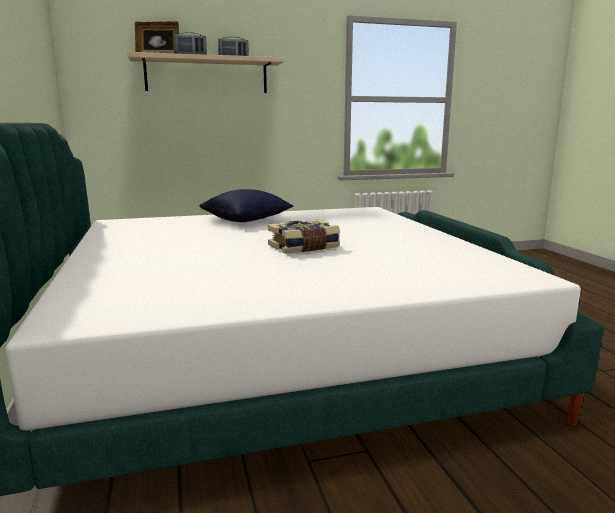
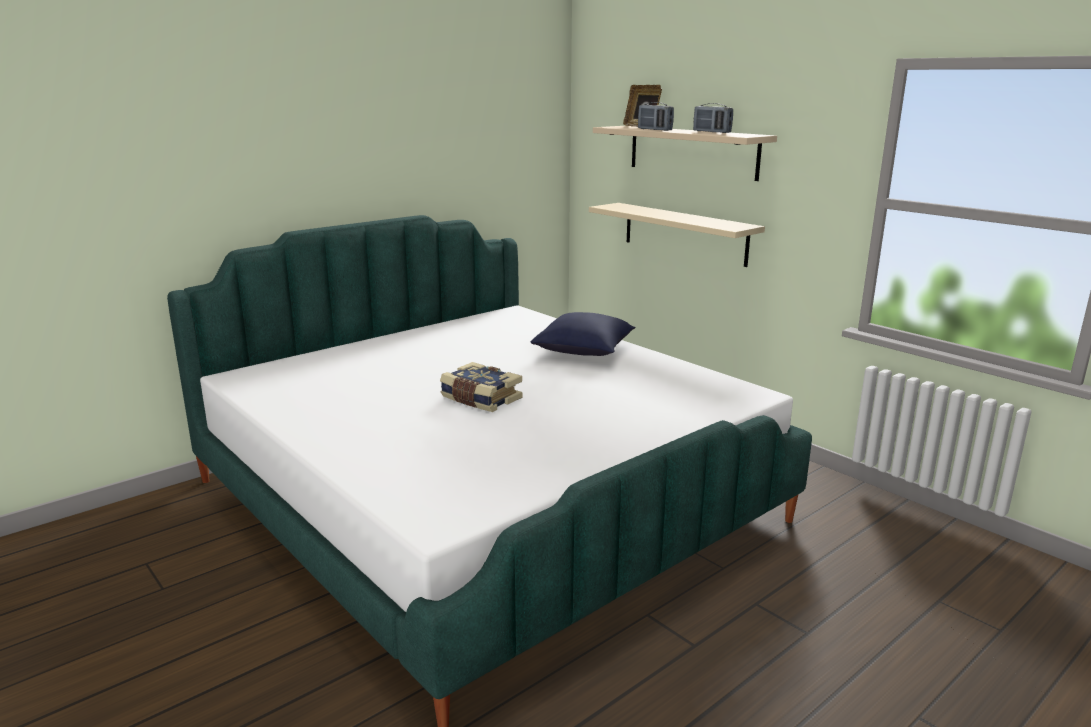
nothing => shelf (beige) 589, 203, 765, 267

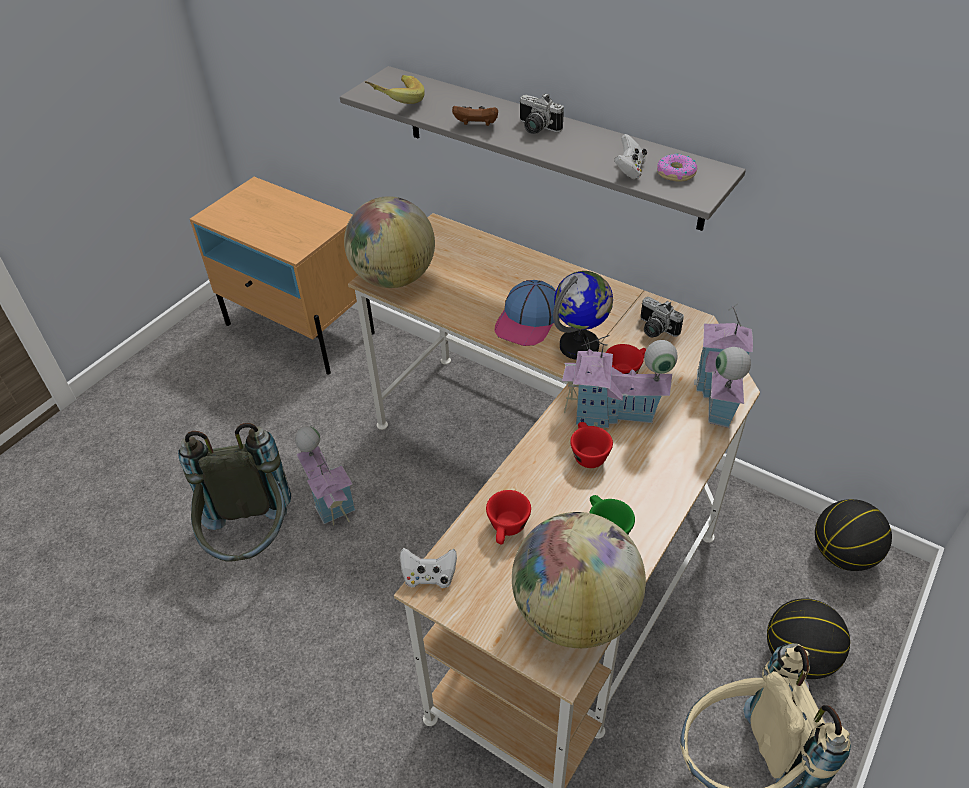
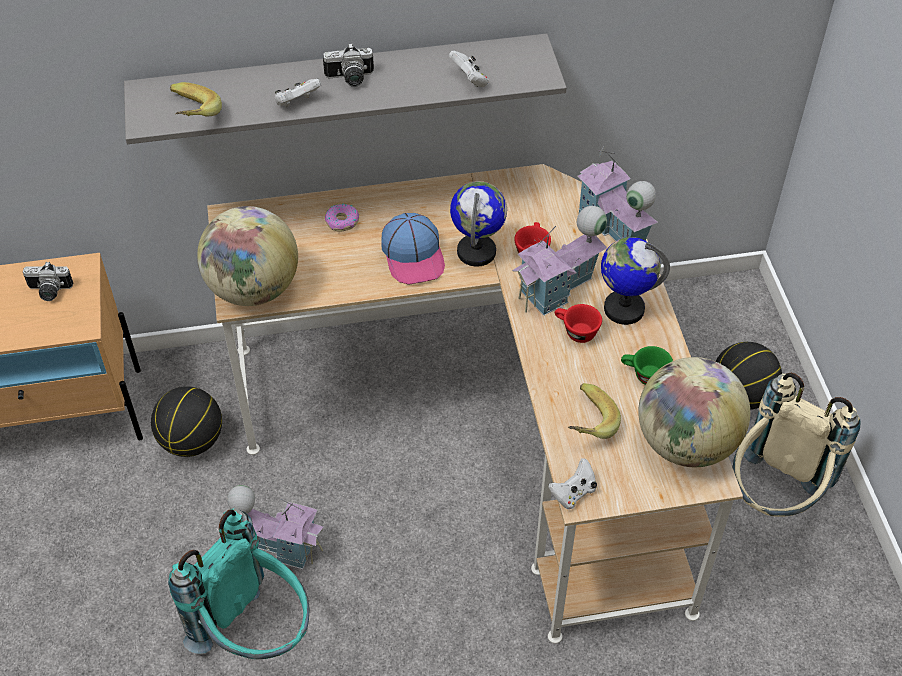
backpack (grey) 178, 423, 291, 562 => backpack (turquoise) 168, 508, 309, 659
game controller (brown) 452, 106, 498, 126 => game controller (white) 275, 79, 321, 107
cup (red) 486, 490, 531, 544 => banana 569, 383, 621, 439
photo camera 641, 297, 684, 337 => photo camera 23, 262, 73, 301, moved
donut 657, 154, 697, 182 => donut 325, 203, 359, 232, moved
basketball 815, 499, 892, 571 => basketball 151, 386, 222, 457, moved
nothing => globe 601, 237, 670, 325

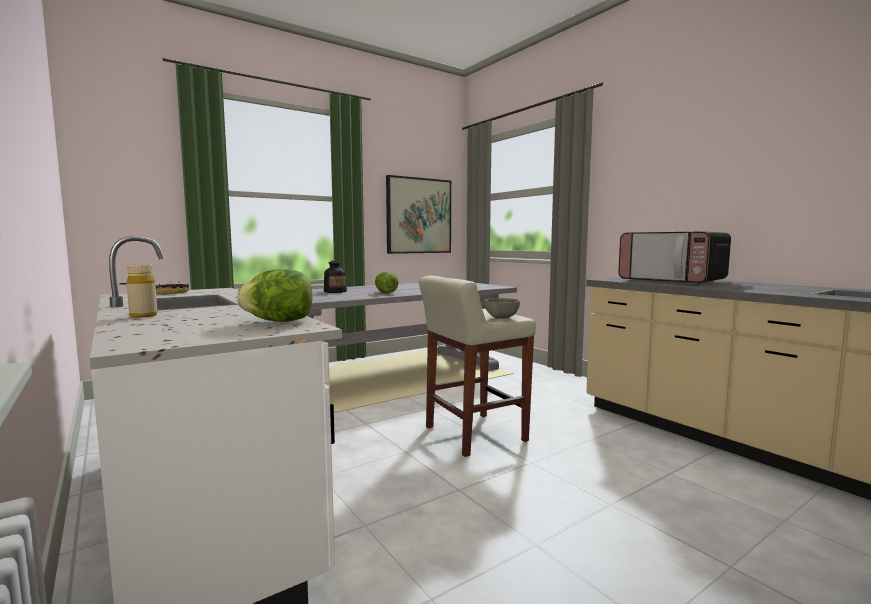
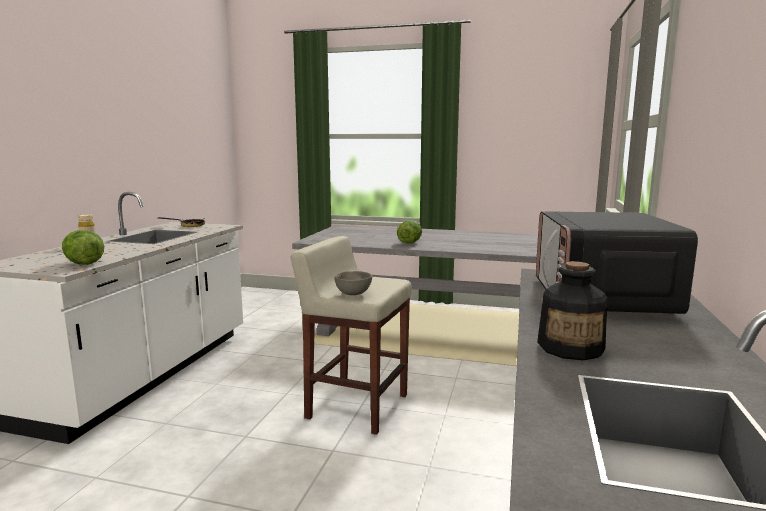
bottle 324, 260, 347, 293 => bottle 537, 261, 607, 360, moved
picture 386, 175, 451, 254 => nothing

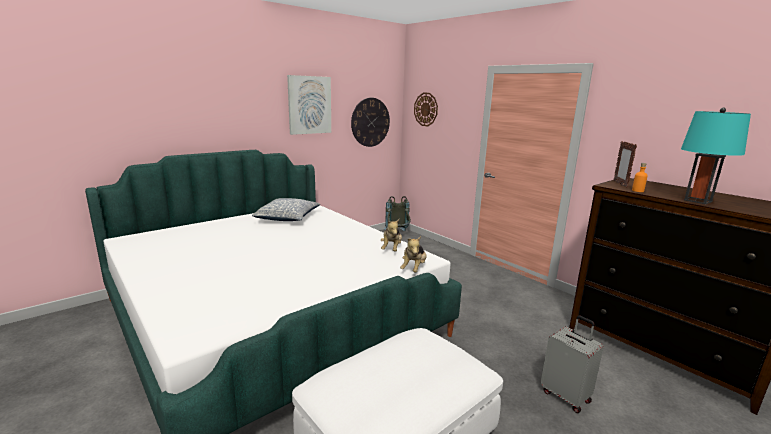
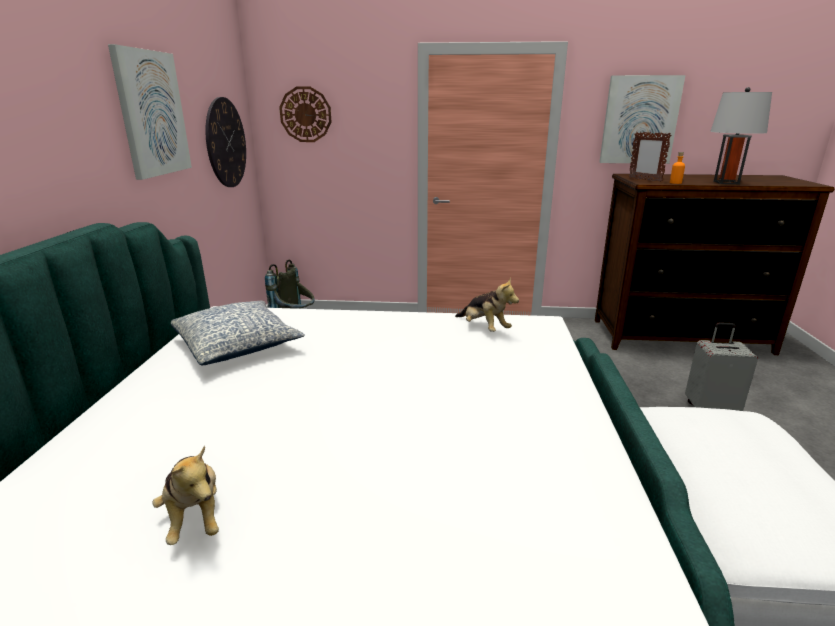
plush toy 400, 236, 427, 273 => plush toy 152, 445, 219, 545, moved
table lamp (turquoise) 681, 108, 751, 204 => table lamp (grey) 710, 87, 772, 184
nothing => picture 599, 75, 686, 164

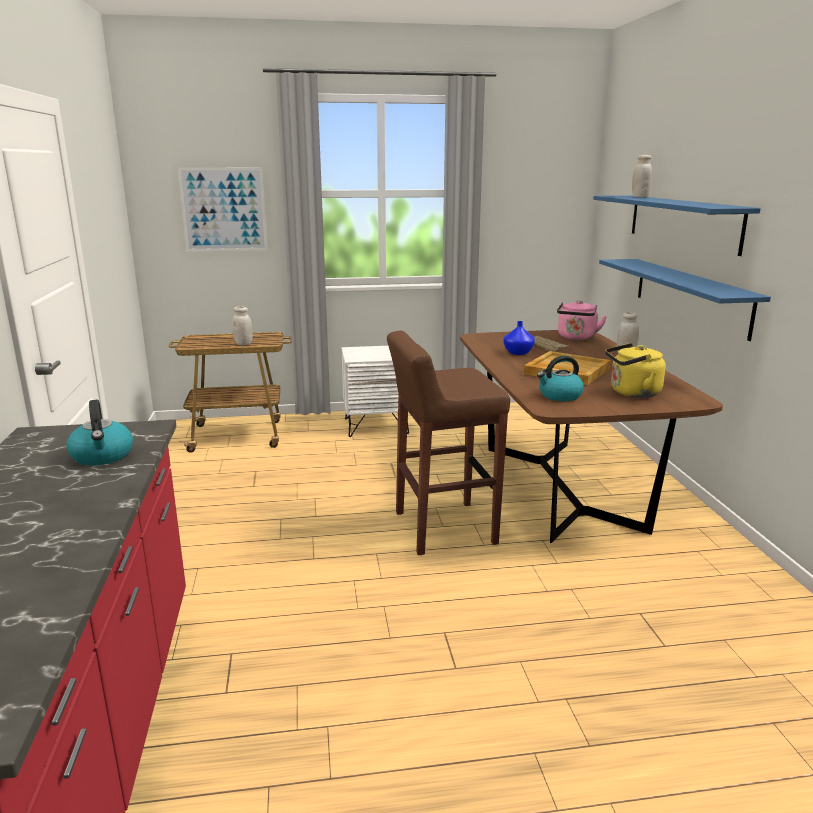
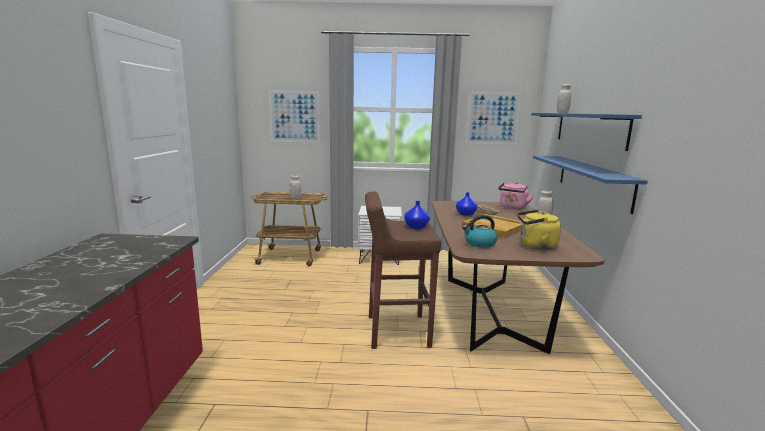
kettle 66, 400, 133, 465 => nothing
nothing => vase (blue) 404, 201, 430, 229
nothing => picture 466, 92, 521, 144

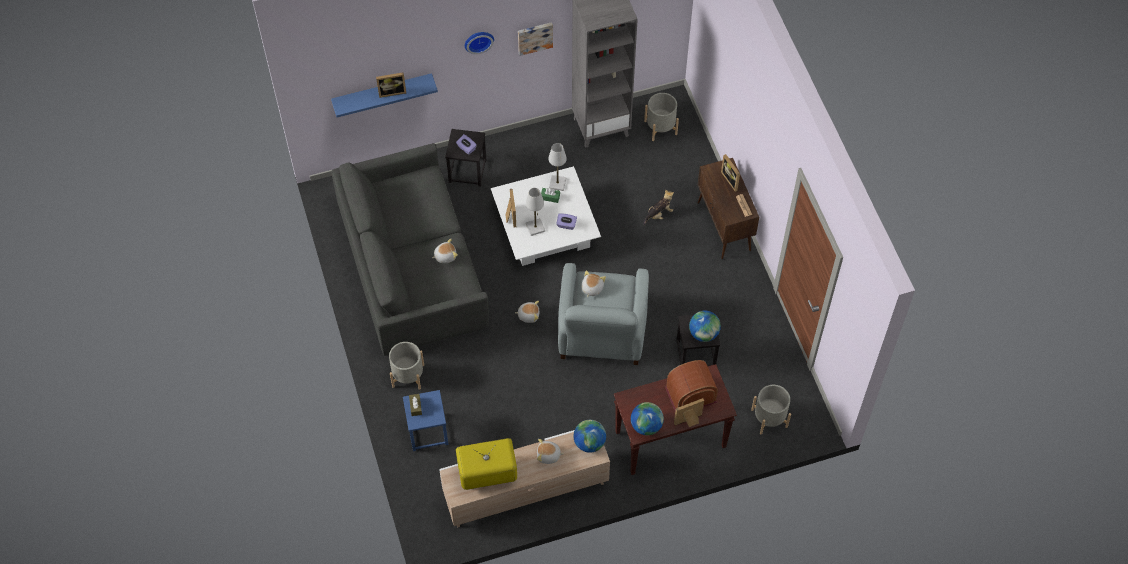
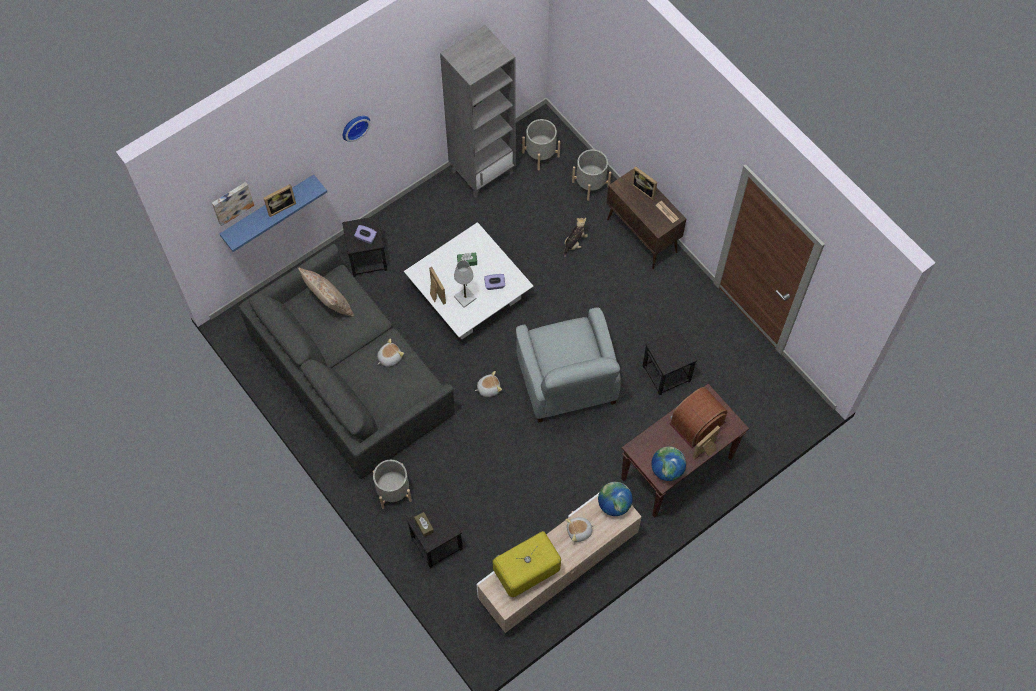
stool (blue) 403, 390, 448, 451 => stool (black) 407, 500, 463, 568
picture 518, 22, 553, 56 => picture 212, 182, 254, 226, moved
table lamp (white) 548, 143, 567, 191 => nothing
plush toy 581, 270, 606, 298 => nothing
globe 689, 311, 721, 342 => nothing
planter (grey) 751, 385, 791, 434 => planter (grey) 572, 149, 611, 201, moved
nothing => pillow (beige) 298, 268, 355, 317

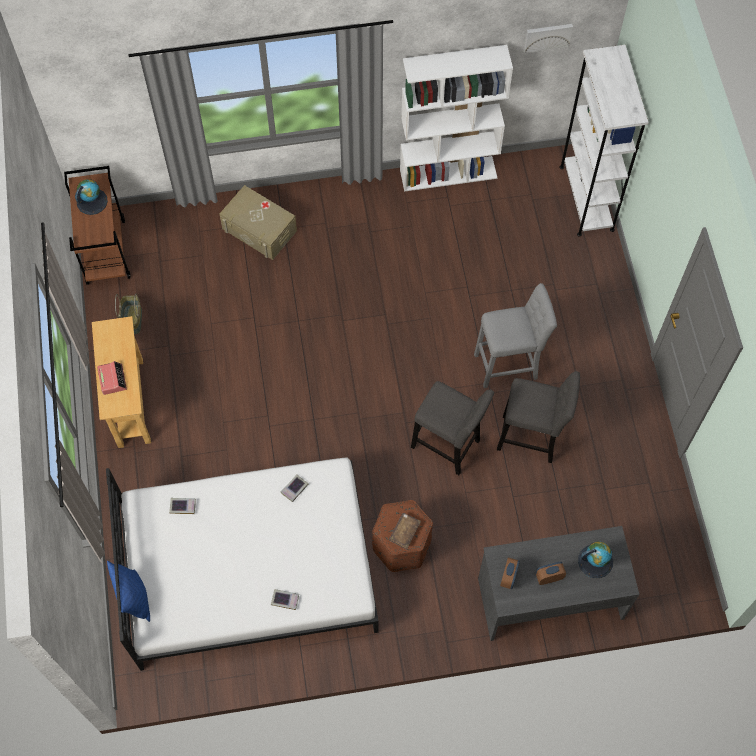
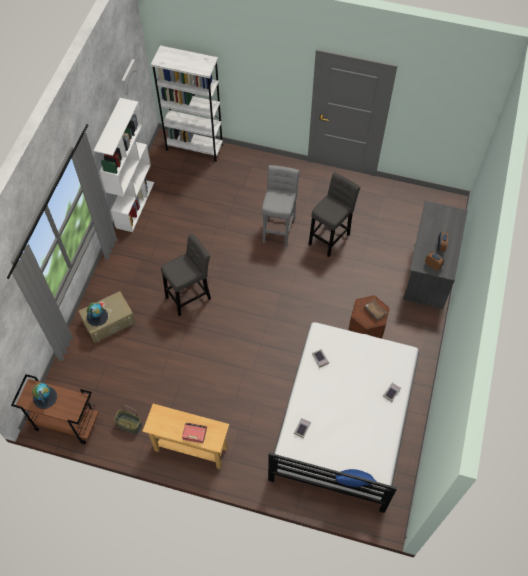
stool (grey) 411, 381, 494, 475 => stool (grey) 161, 234, 211, 316, moved
globe 578, 541, 613, 578 => globe 86, 302, 108, 326, moved

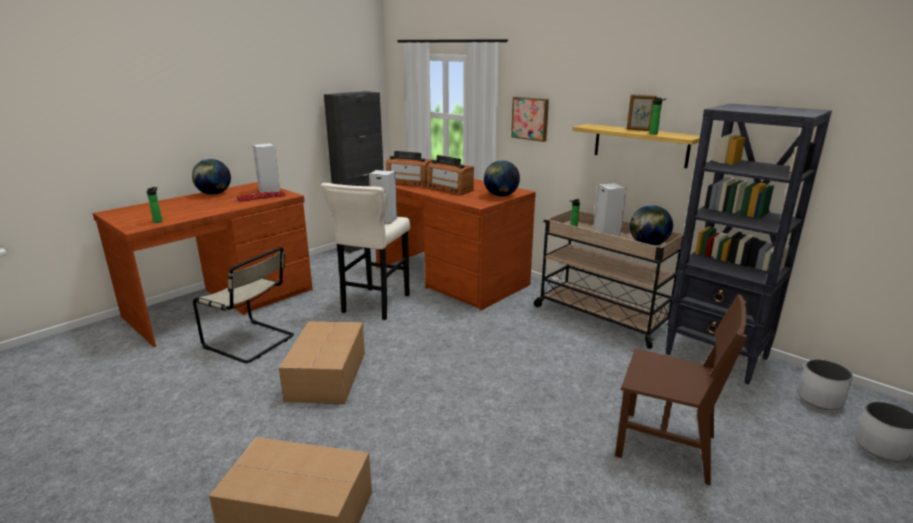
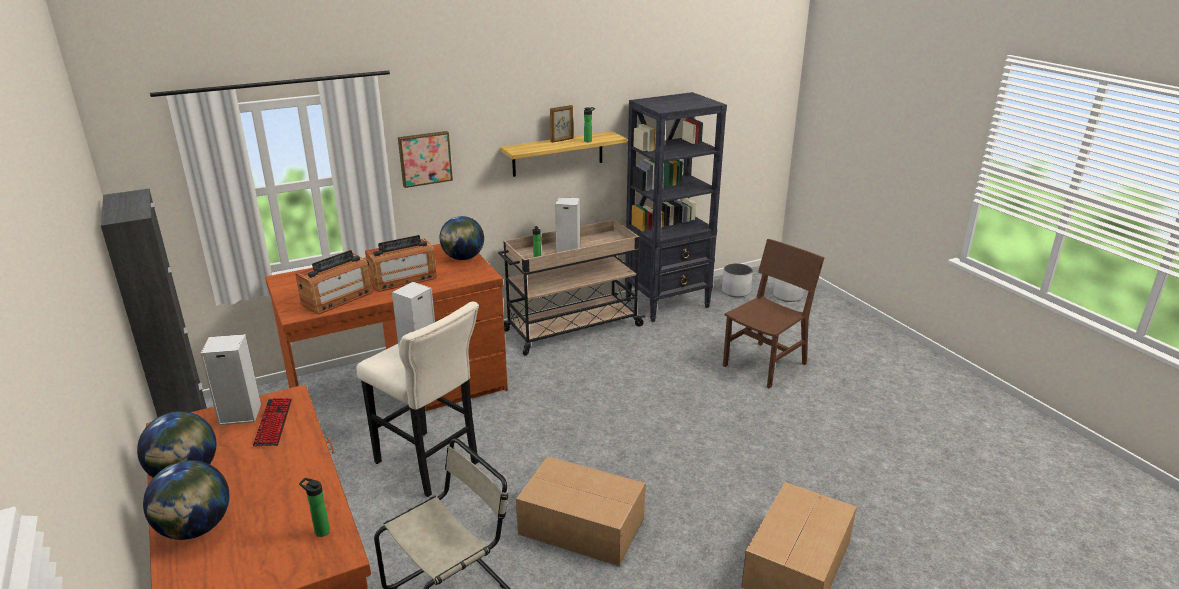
globe 630, 205, 673, 246 => globe 143, 460, 229, 540, moved

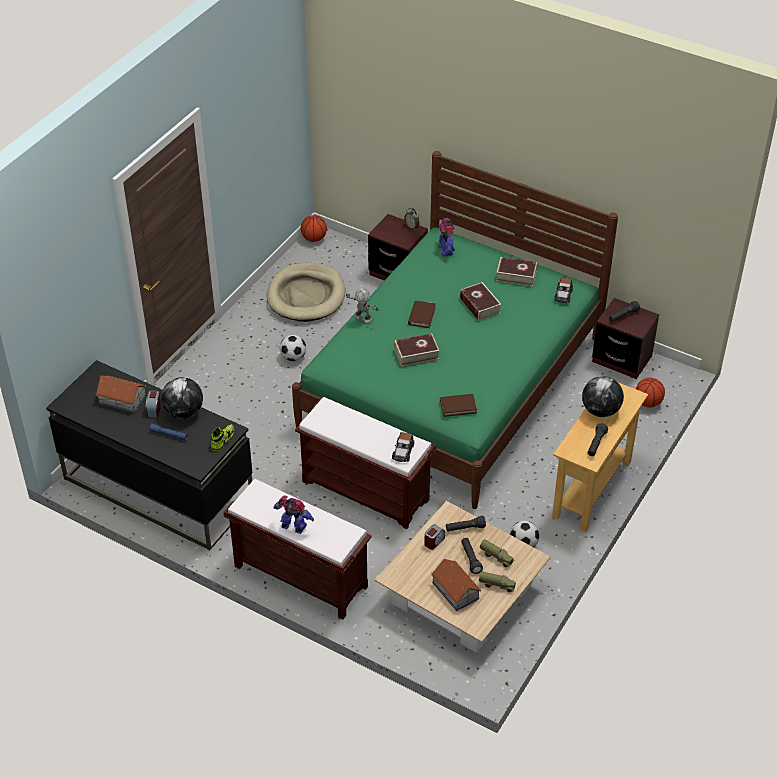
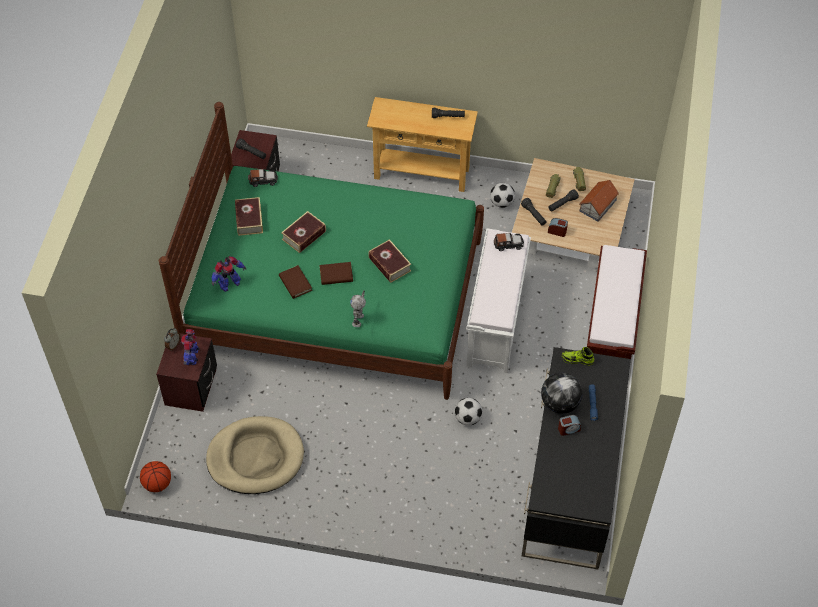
toy house 95, 376, 146, 413 => nothing
toy robot 274, 496, 314, 534 => toy robot 181, 329, 200, 365, moved
football 280, 335, 306, 361 => football 455, 398, 482, 426, moved
bench (brown) 295, 396, 436, 529 => bench (white) 466, 228, 531, 373
book (brown) 440, 394, 477, 417 => book (brown) 279, 265, 312, 299, moved
globe 582, 376, 624, 417 => nothing
basketball 636, 378, 665, 407 => nothing

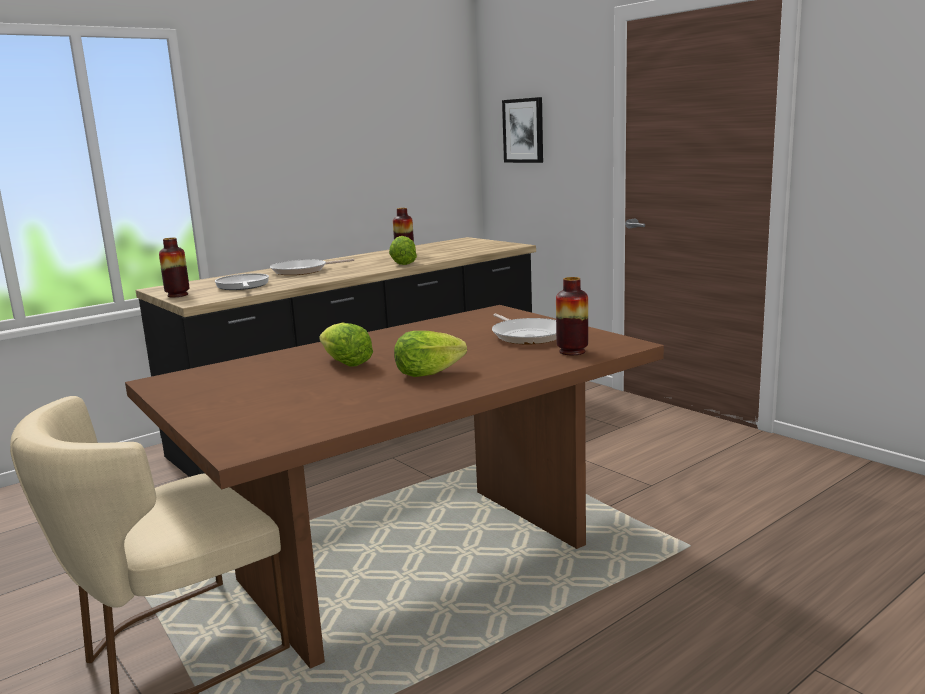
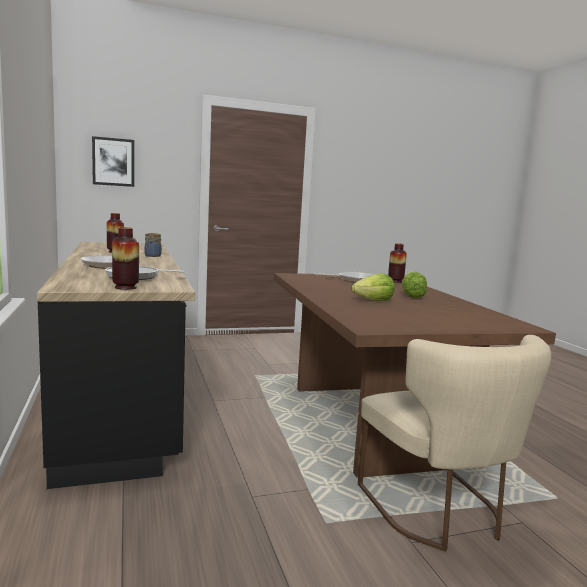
lettuce 389, 236, 417, 265 => jar 145, 233, 162, 257

